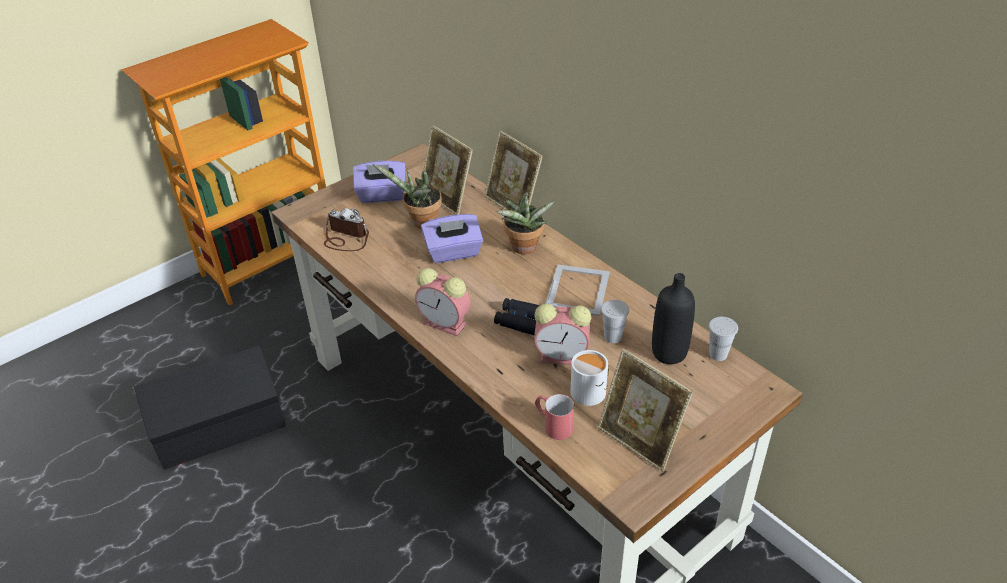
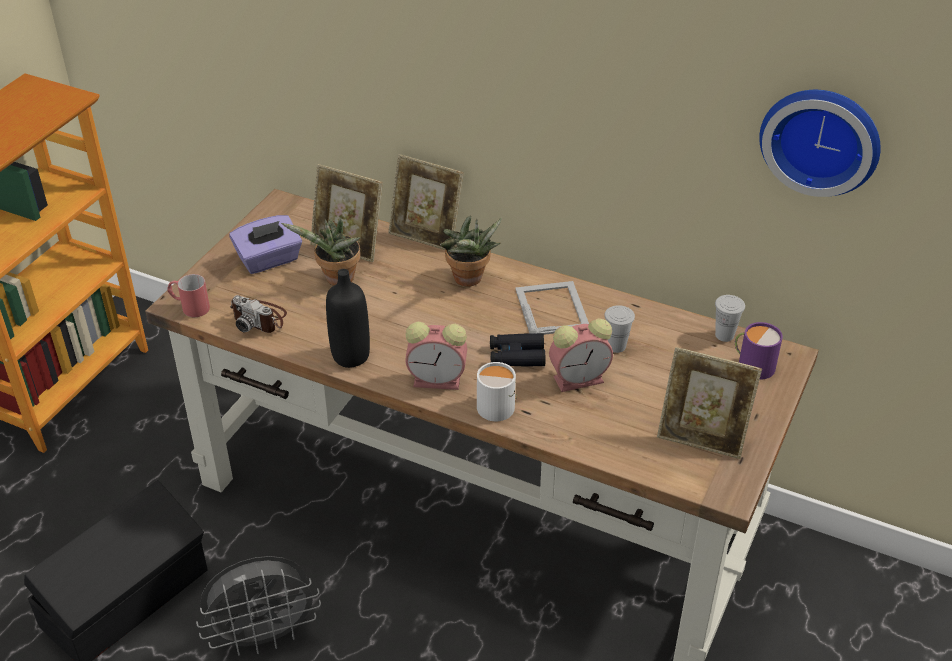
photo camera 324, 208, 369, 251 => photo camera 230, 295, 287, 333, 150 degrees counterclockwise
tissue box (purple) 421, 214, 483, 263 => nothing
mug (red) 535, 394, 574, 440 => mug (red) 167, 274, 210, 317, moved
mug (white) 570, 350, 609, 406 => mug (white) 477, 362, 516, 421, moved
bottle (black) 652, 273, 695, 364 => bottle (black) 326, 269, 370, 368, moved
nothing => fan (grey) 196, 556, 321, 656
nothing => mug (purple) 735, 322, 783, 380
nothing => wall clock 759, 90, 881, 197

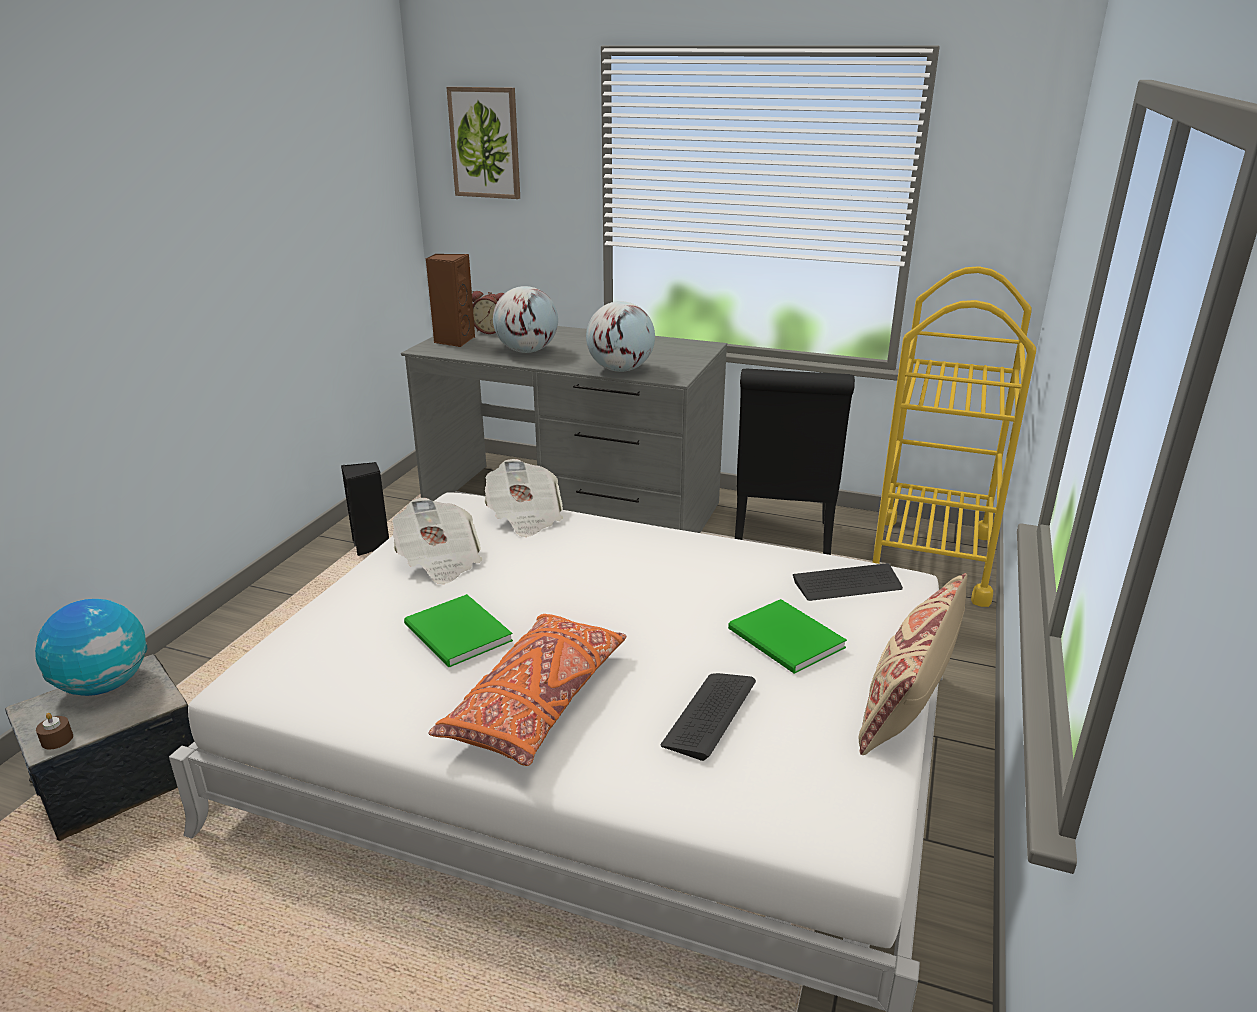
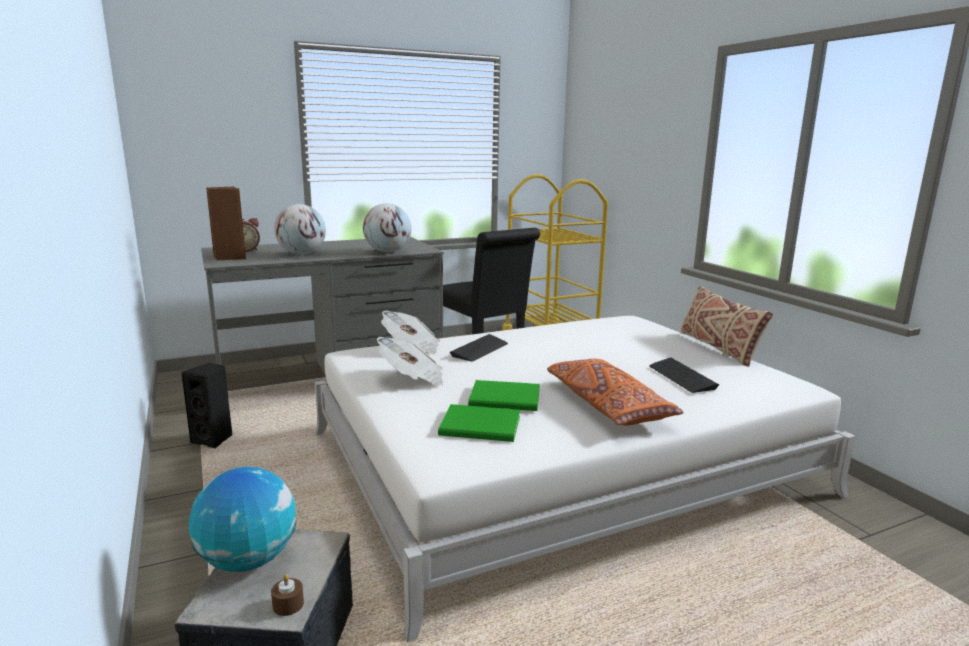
picture 447, 87, 520, 199 => nothing
book (green) 728, 599, 847, 674 => book (green) 438, 404, 520, 442, moved
keyboard 793, 563, 903, 601 => keyboard 450, 334, 508, 362, moved

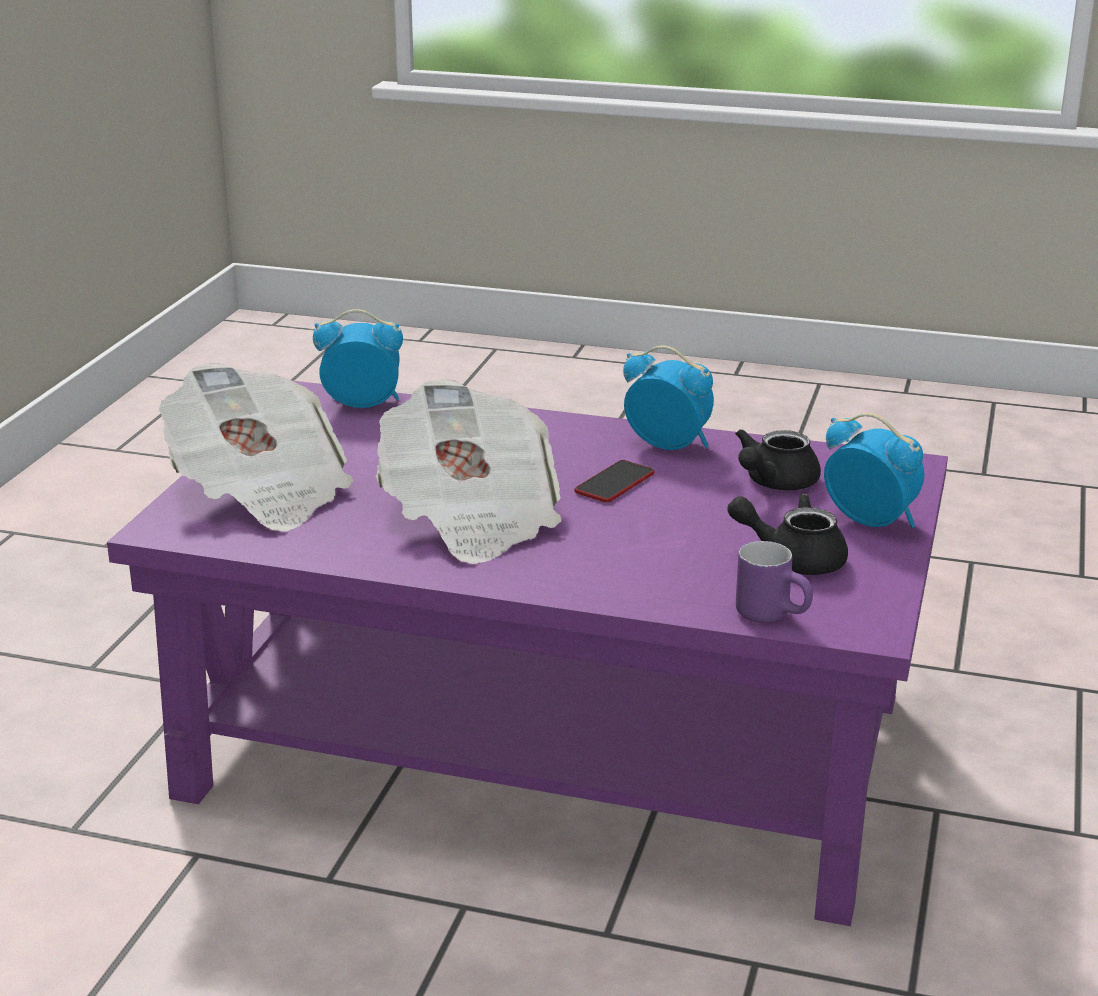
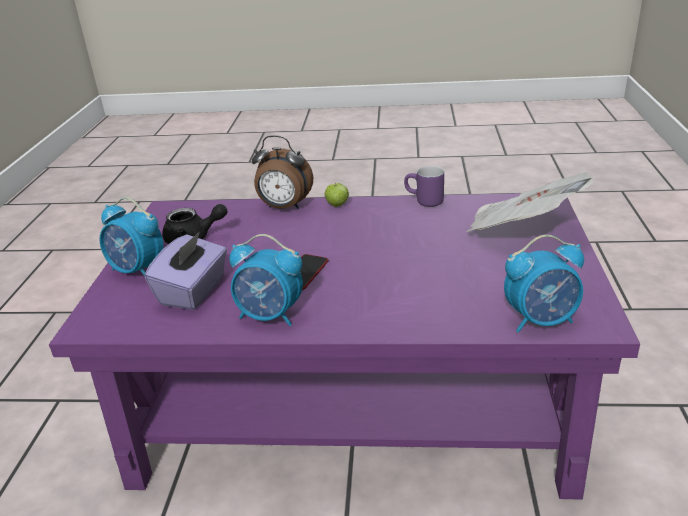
newspaper 376, 380, 561, 564 => nothing
teapot (black) 735, 429, 821, 490 => tissue box (purple) 144, 231, 227, 310
mug (purple) 736, 541, 813, 623 => mug (purple) 404, 166, 444, 207, moved
nothing => alarm clock 252, 135, 313, 210
nothing => apple 325, 183, 349, 207

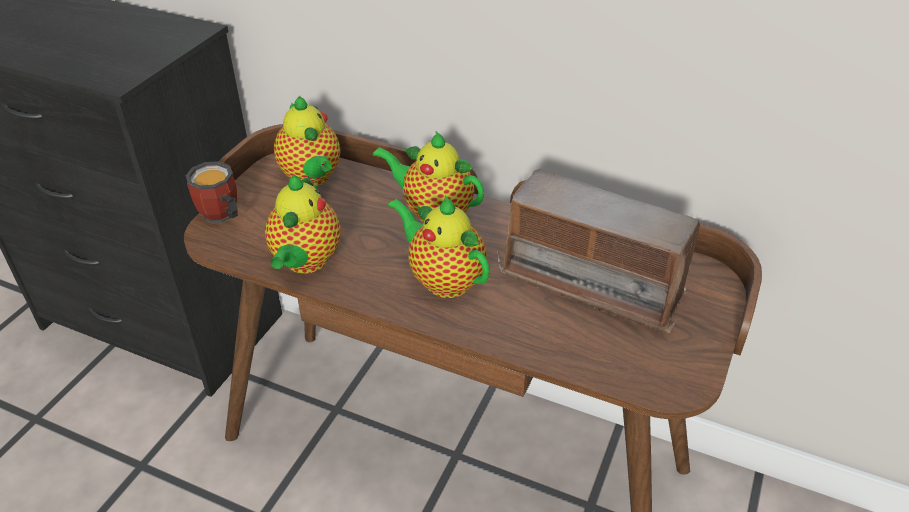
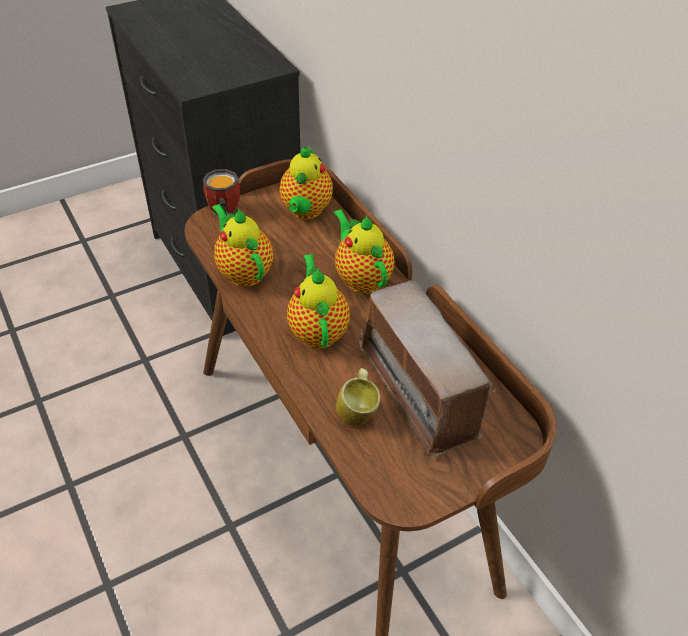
teapot 265, 175, 341, 273 => teapot 212, 204, 273, 287, 105 degrees clockwise
nothing => mug 336, 368, 380, 426

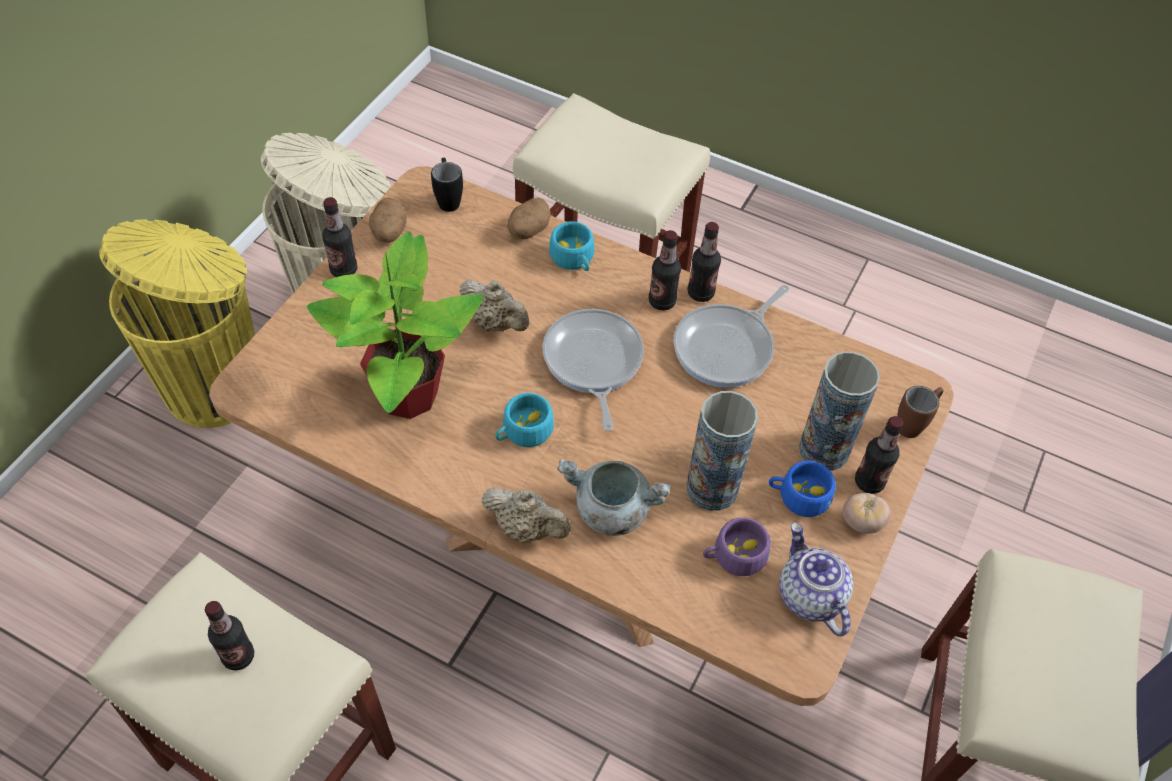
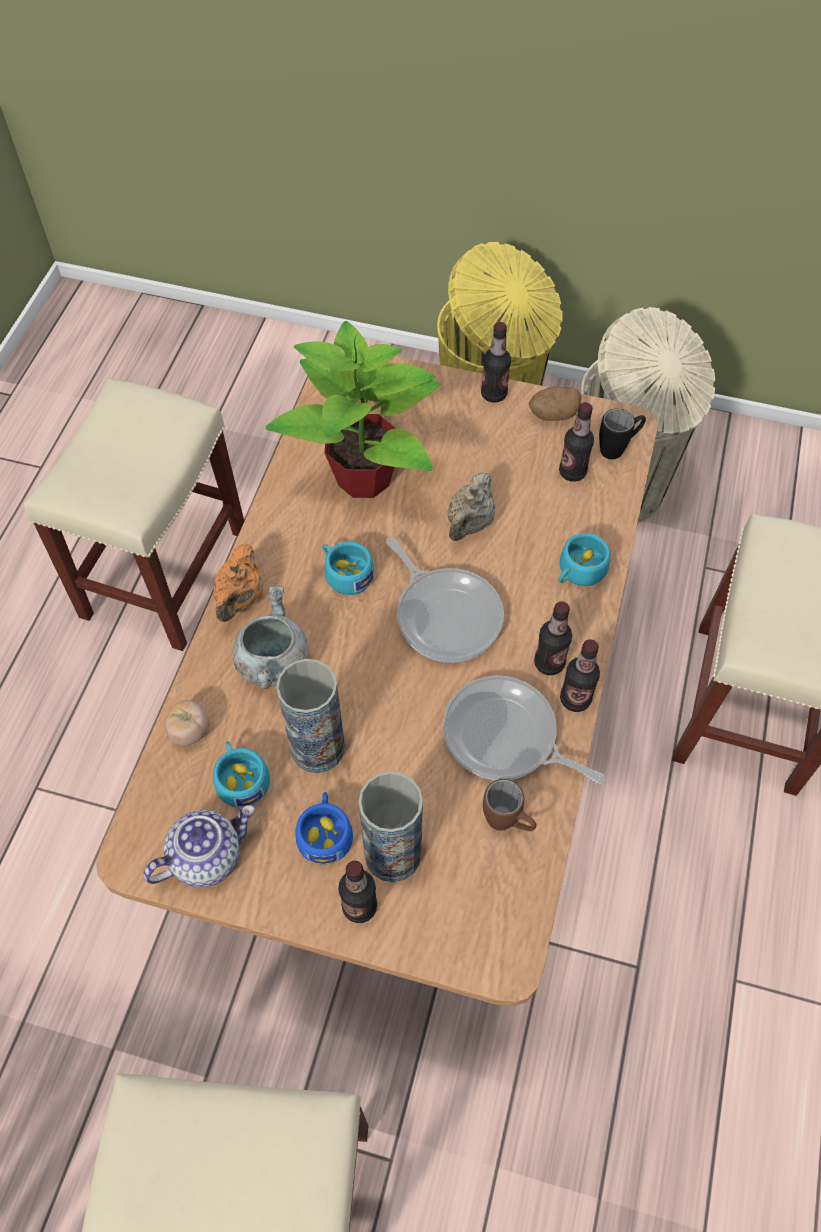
bottle 205, 601, 254, 671 => bottle 559, 402, 594, 482, moved
teapot (beige) 481, 488, 571, 543 => teapot (orange) 213, 544, 262, 622
potato 507, 197, 551, 239 => nothing
frying pan 543, 309, 644, 431 => frying pan 386, 537, 504, 663, 75 degrees clockwise
cup (purple) 703, 518, 771, 576 => cup (turquoise) 213, 741, 270, 808
tomato 842, 493, 891, 534 => tomato 165, 700, 209, 746, moved
mug (brown) 897, 386, 944, 438 => mug (brown) 483, 779, 537, 831, moved

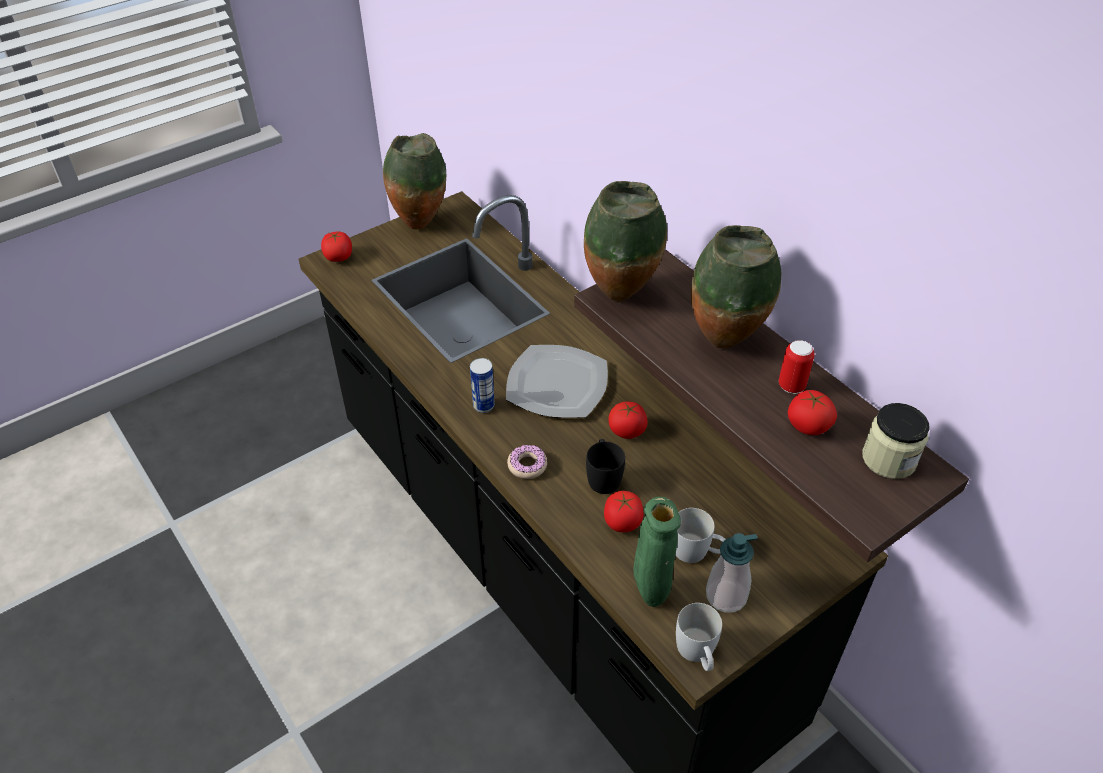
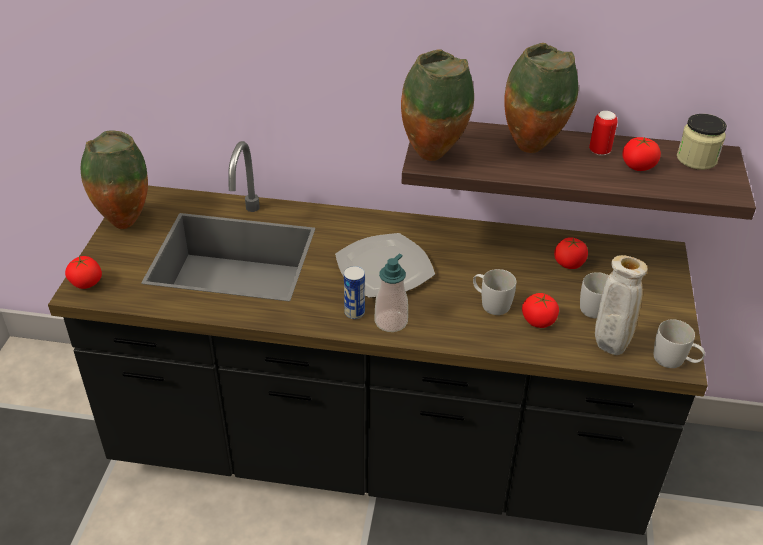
donut 507, 445, 547, 479 => nothing
mug (black) 586, 439, 625, 494 => mug (white) 473, 269, 516, 315
tomato 609, 401, 647, 439 => tomato 554, 237, 588, 269, moved
vase (green) 634, 497, 681, 607 => vase (beige) 595, 255, 648, 355
soap dispenser 706, 533, 758, 613 => soap dispenser 375, 254, 408, 332, moved

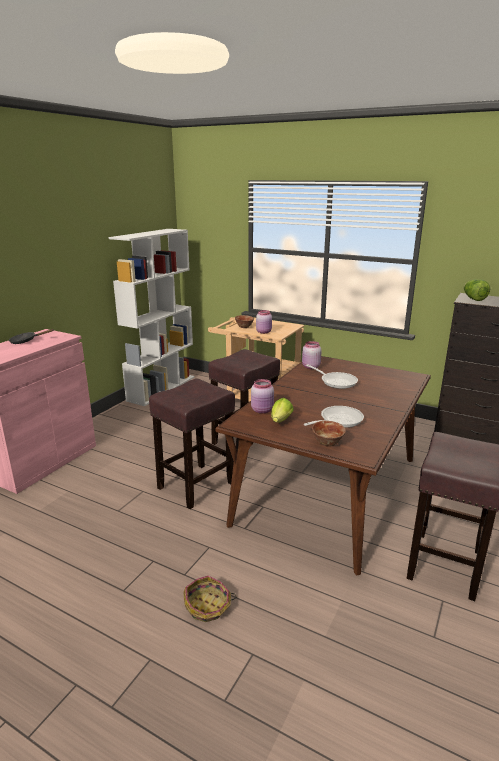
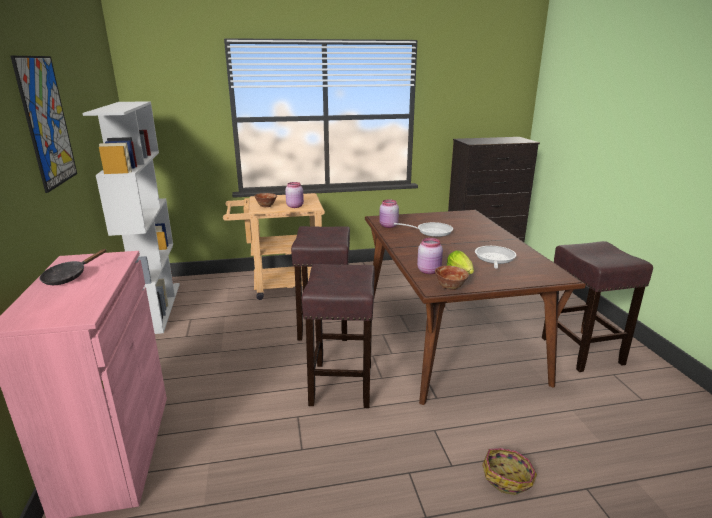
bowl 312, 421, 346, 447 => bowl 435, 266, 469, 290, moved
lettuce 464, 279, 490, 301 => nothing
nothing => picture 11, 56, 77, 193

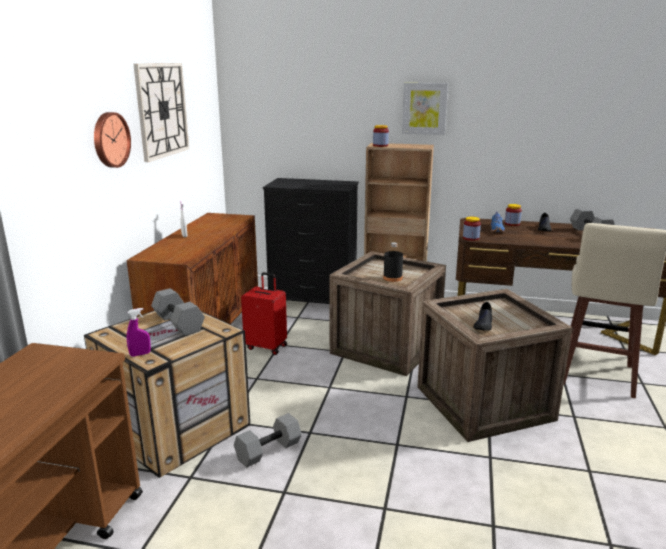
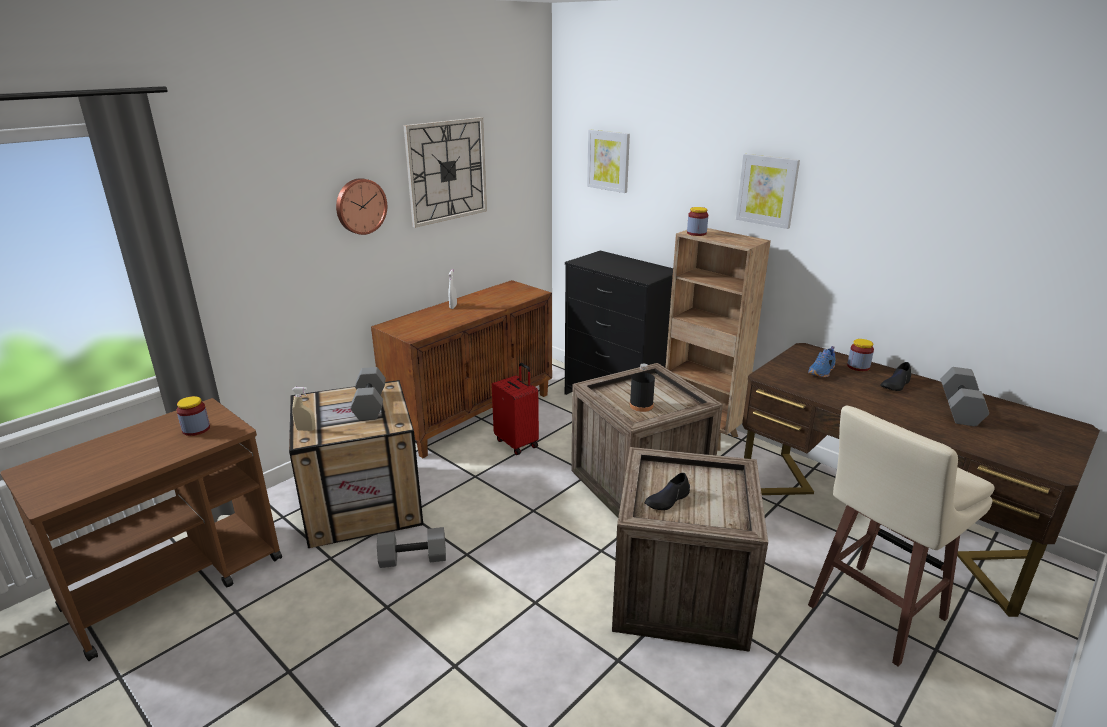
spray bottle (purple) 127, 308, 151, 357 => spray bottle (beige) 292, 387, 315, 431
jar 463, 217, 481, 241 => jar 176, 396, 210, 436, moved
nothing => picture 587, 130, 630, 193

